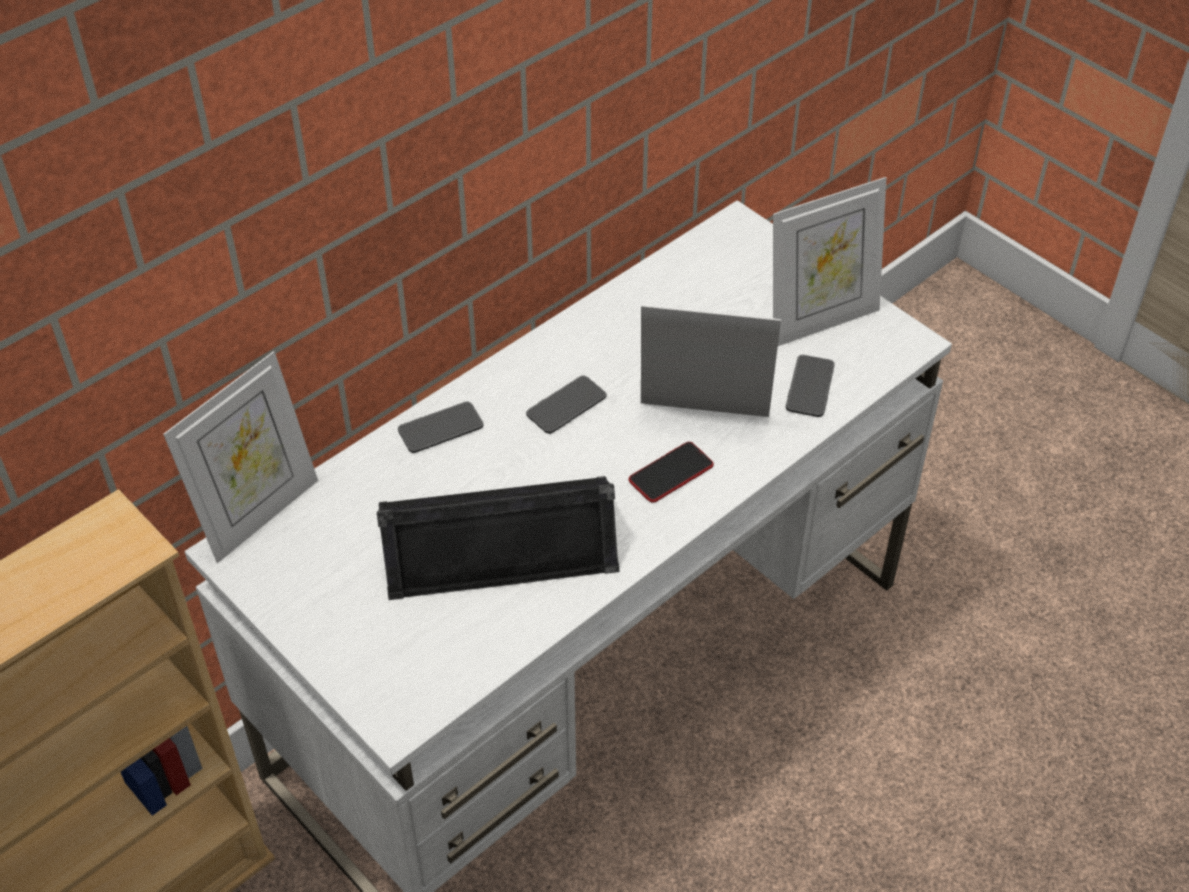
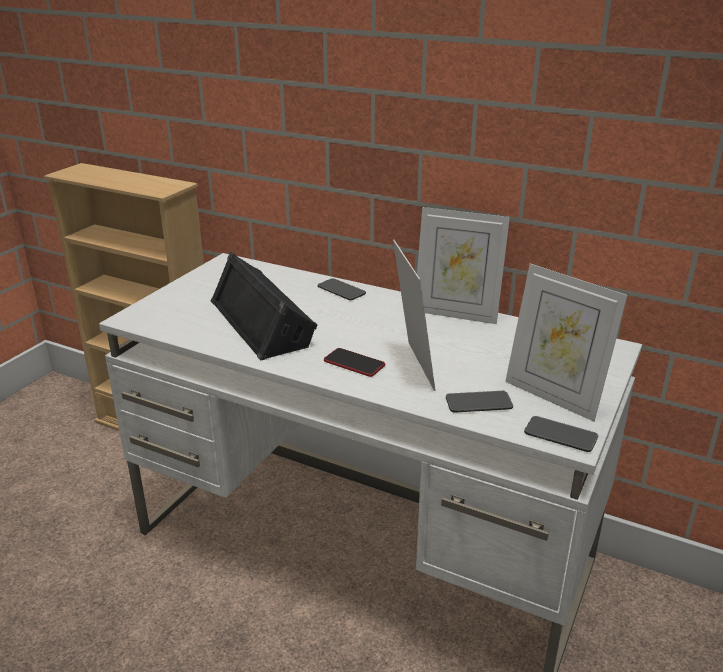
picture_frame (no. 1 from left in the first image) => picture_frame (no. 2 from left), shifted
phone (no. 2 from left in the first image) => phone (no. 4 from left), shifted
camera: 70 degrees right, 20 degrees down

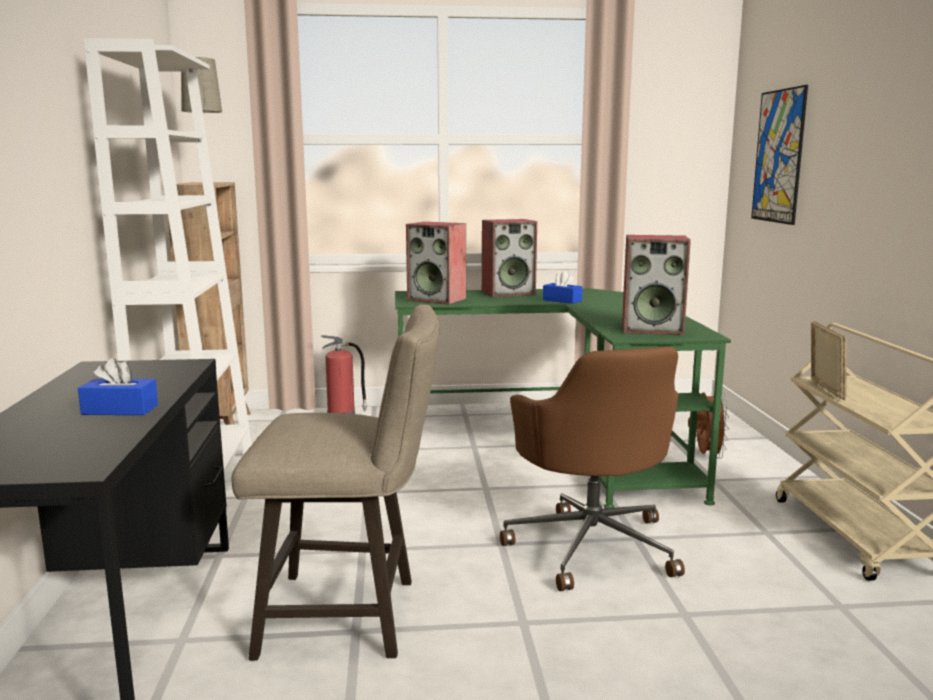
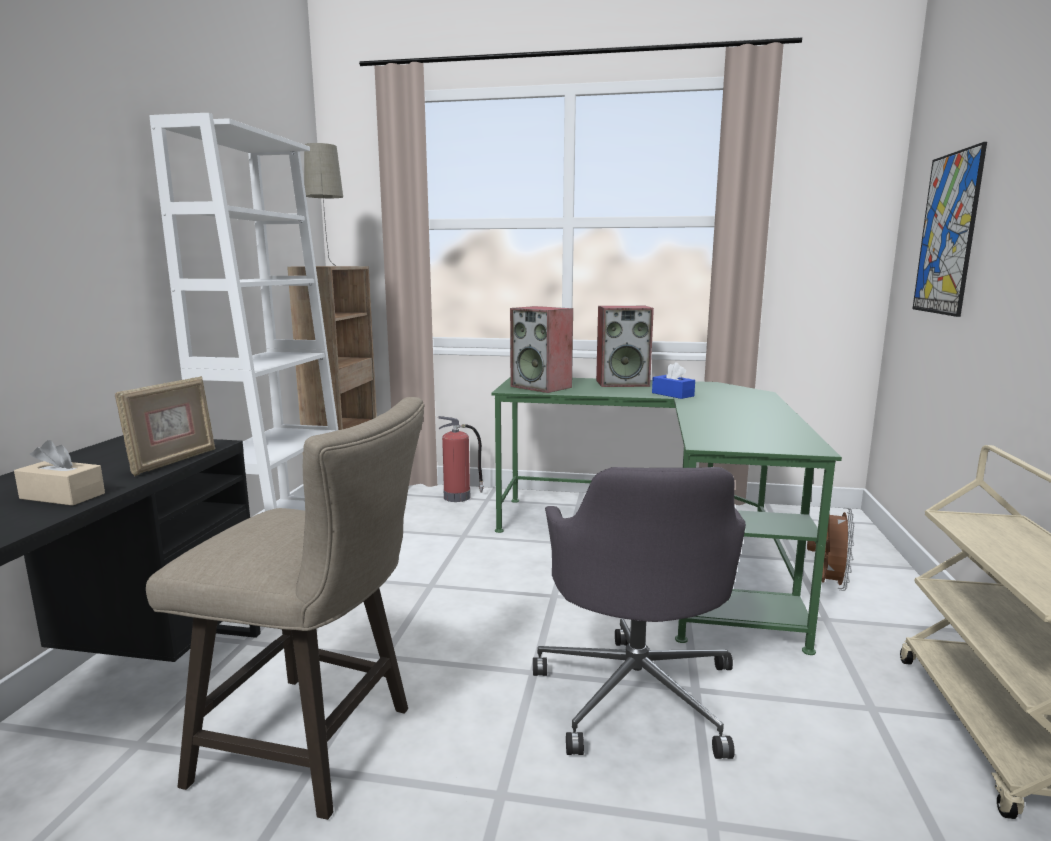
speaker (no. 3 from left) => nothing
picture_frame, shifted
brown_office_chair => grey_office_chair
blue_tissue_box (no. 1 from left) => beige_tissue_box
camera: 15 degrees right, 0 degrees up

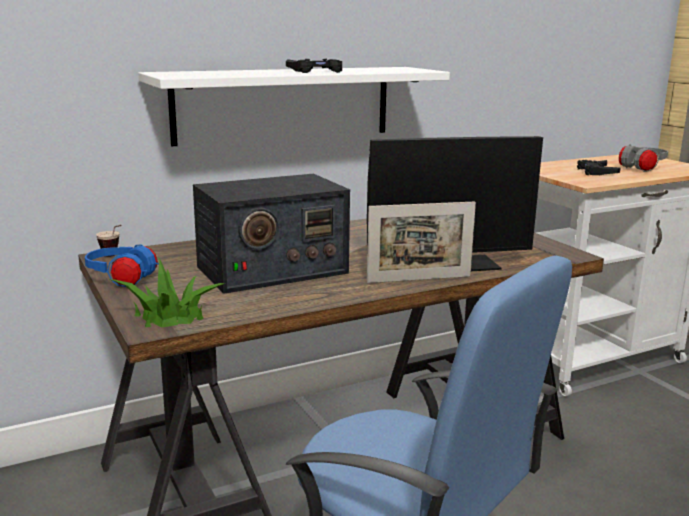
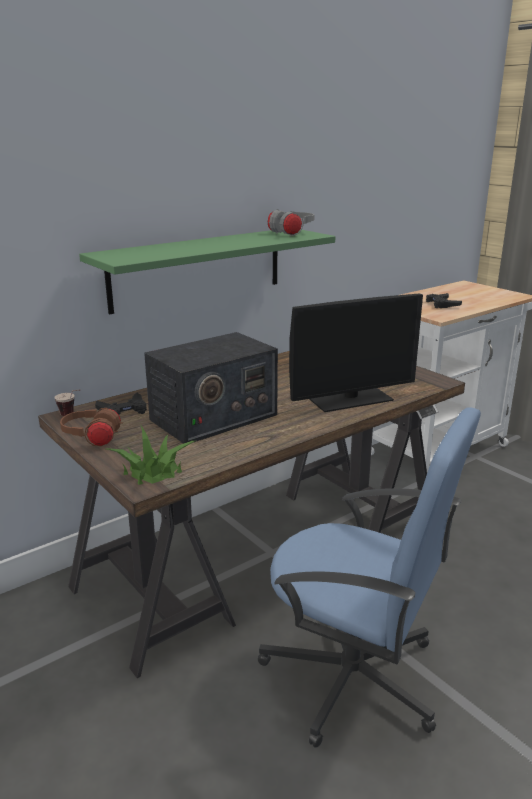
black_game_controller (no. 1 from left), shifted
white_shelf => green_shelf
grey_headphones, shifted
picture_frame => nothing
blue_headphones => brown_headphones
camera: 10 degrees left, 5 degrees up

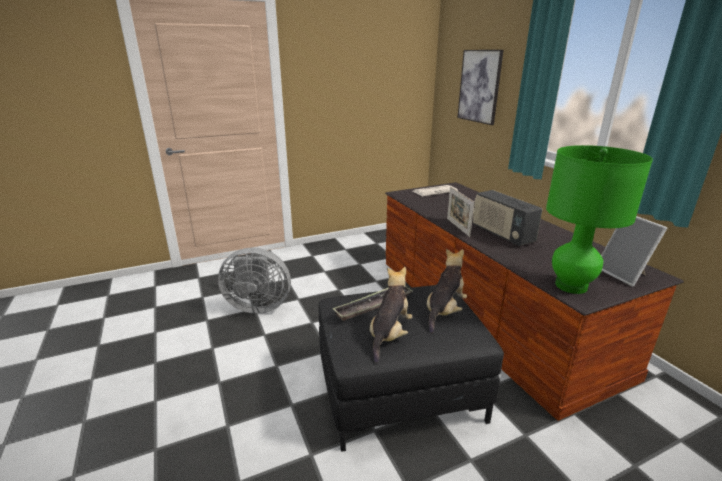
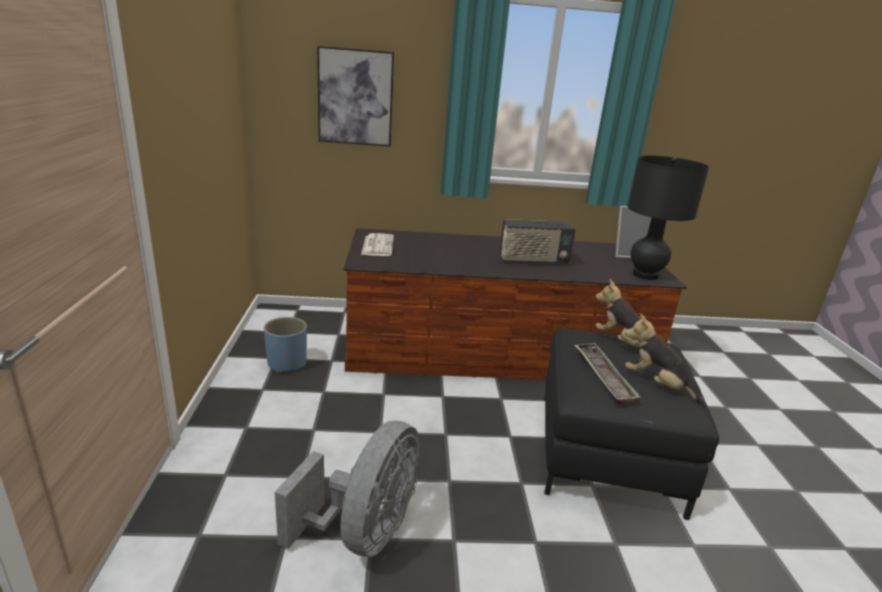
green_table_lamp => black_table_lamp
picture_frame (no. 1 from left) => nothing
nothing => blue_planter
camera: 70 degrees left, 0 degrees up

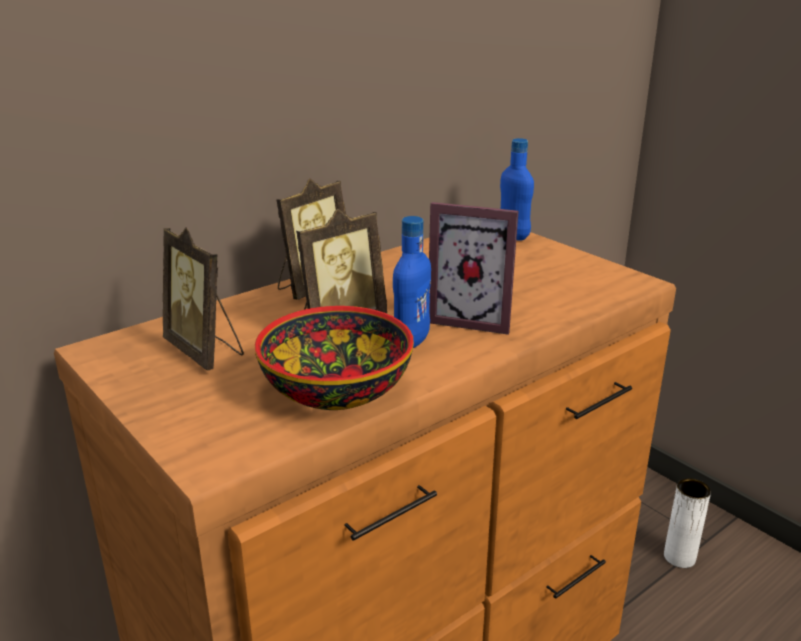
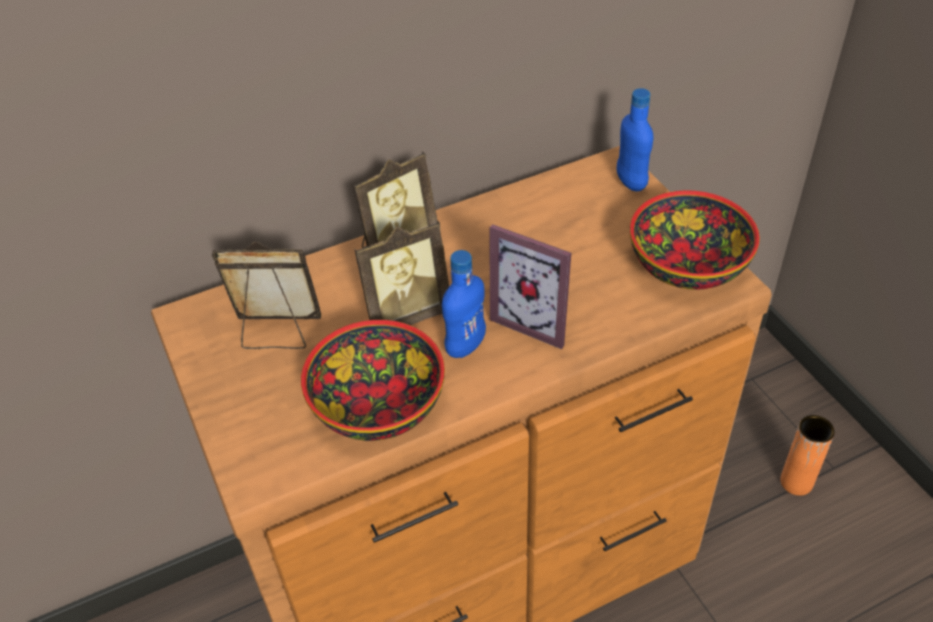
picture_frame (no. 1 from left), 120 degrees clockwise
white_vase => orange_vase
nothing => bowl (no. 2 from left)
camera: 15 degrees right, 20 degrees up

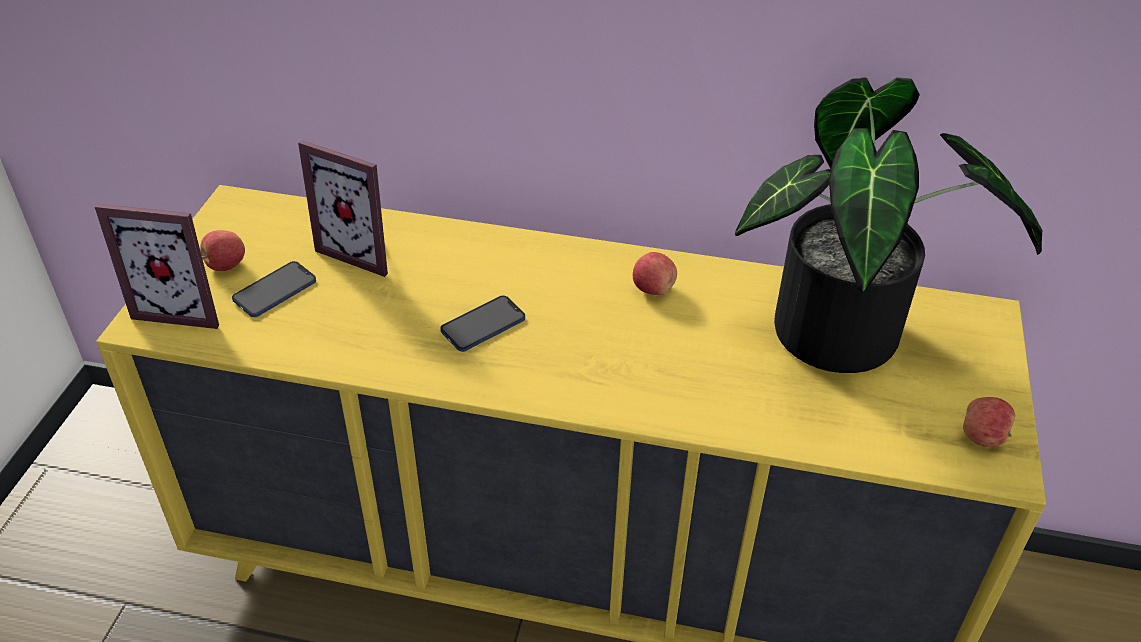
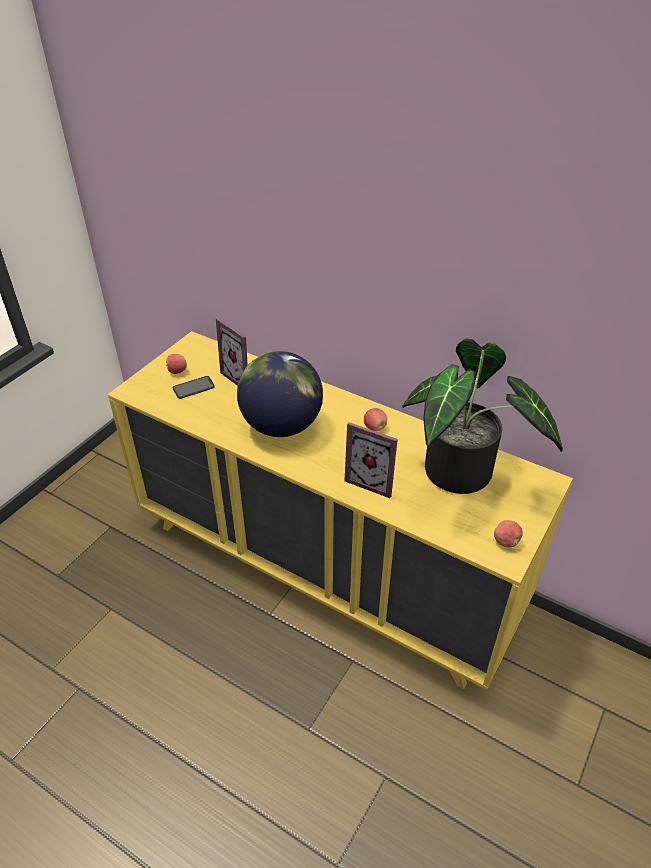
picture_frame (no. 1 from left in the first image) => picture_frame (no. 2 from left), shifted
phone (no. 2 from left) => globe
camera: 20 degrees right, 0 degrees up

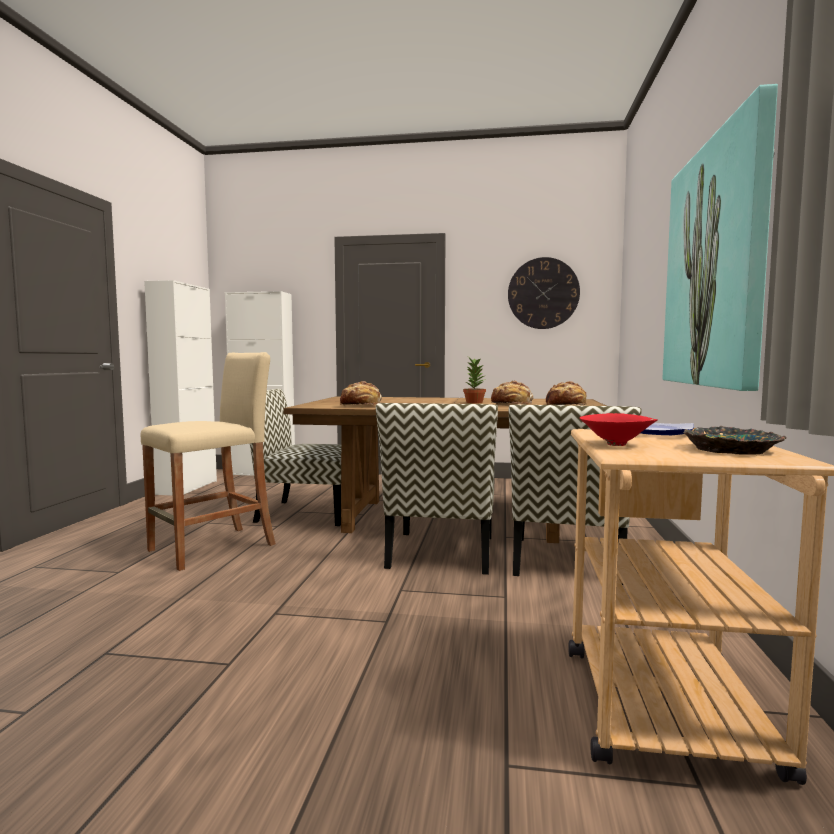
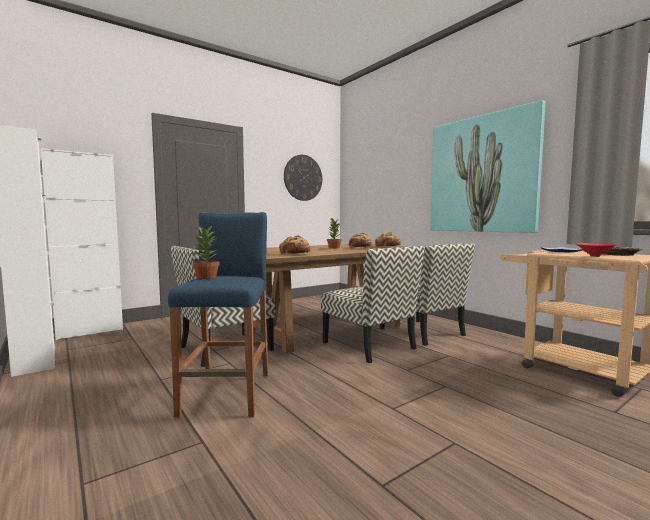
beige_stool => blue_stool
nothing => potted_plant (no. 1 from left)
camera: 45 degrees left, 0 degrees up

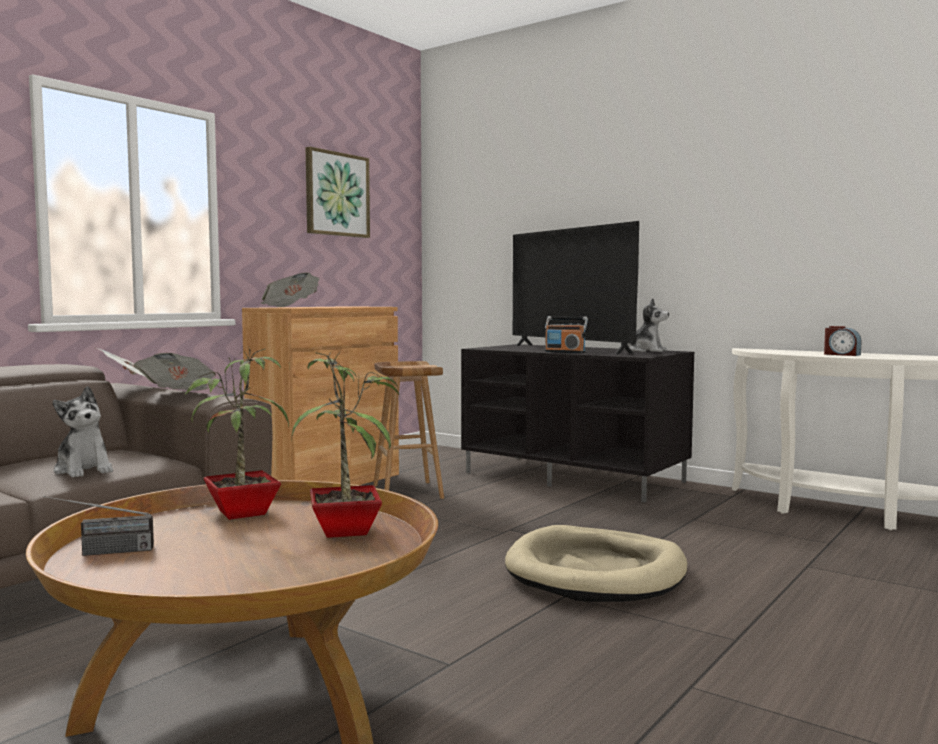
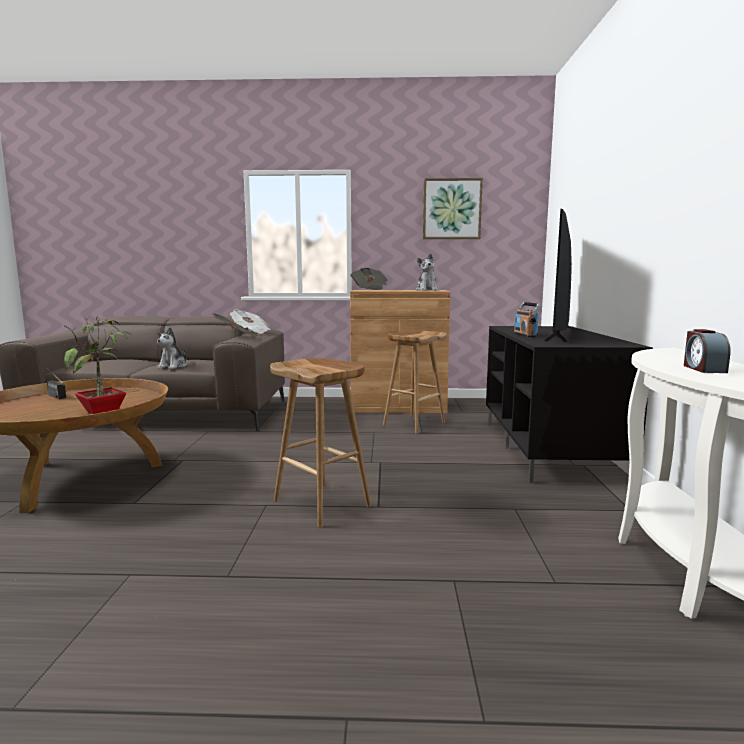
plush_toy (no. 2 from left), shifted
potted_plant (no. 1 from left) => nothing
beige_dog_bed => brown_stool (no. 1 from left)
camera: 55 degrees right, 5 degrees up

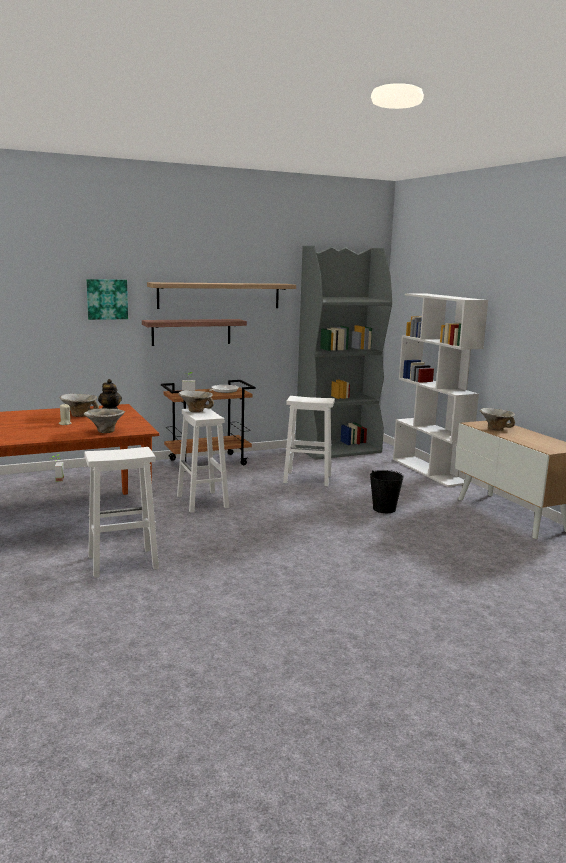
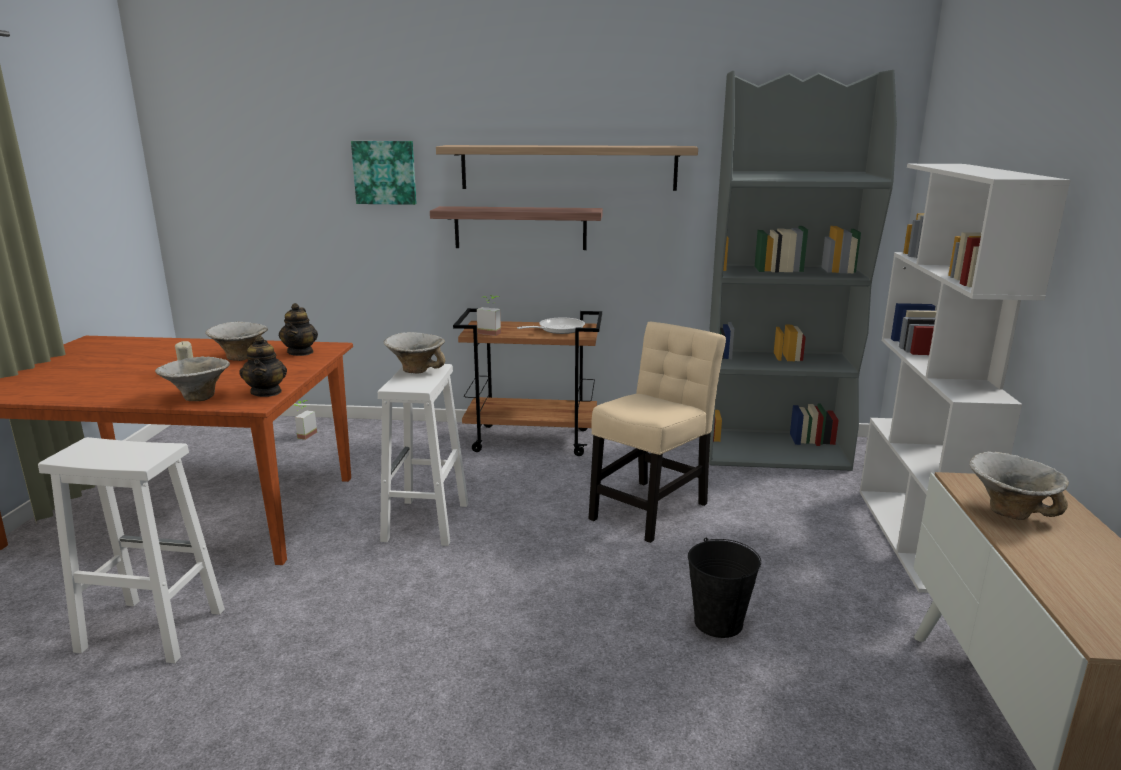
white_stool (no. 3 from left) => beige_chair
nothing => teapot (no. 1 from left)
camera: 30 degrees right, 5 degrees up

